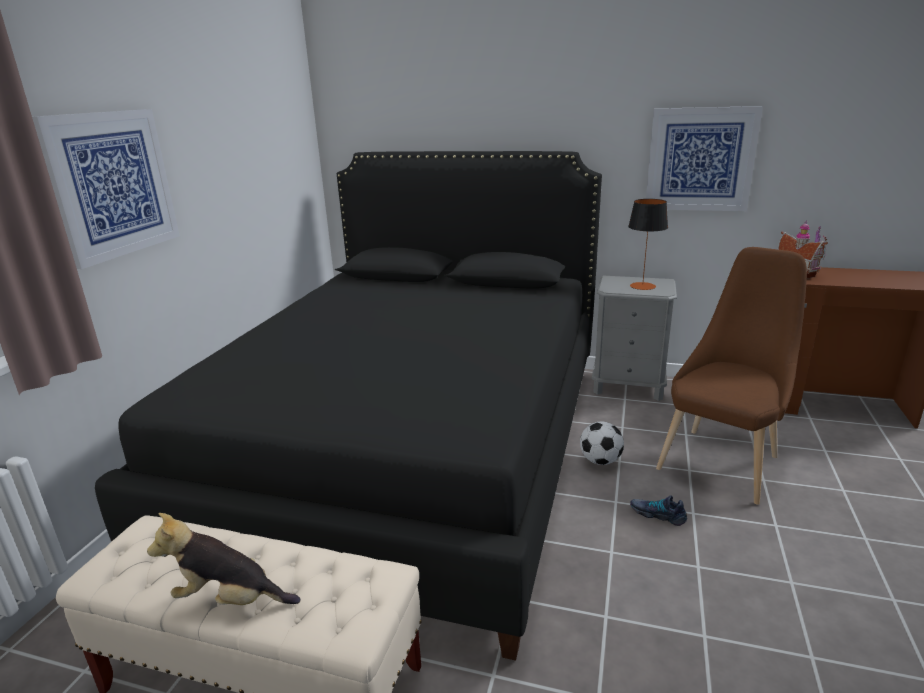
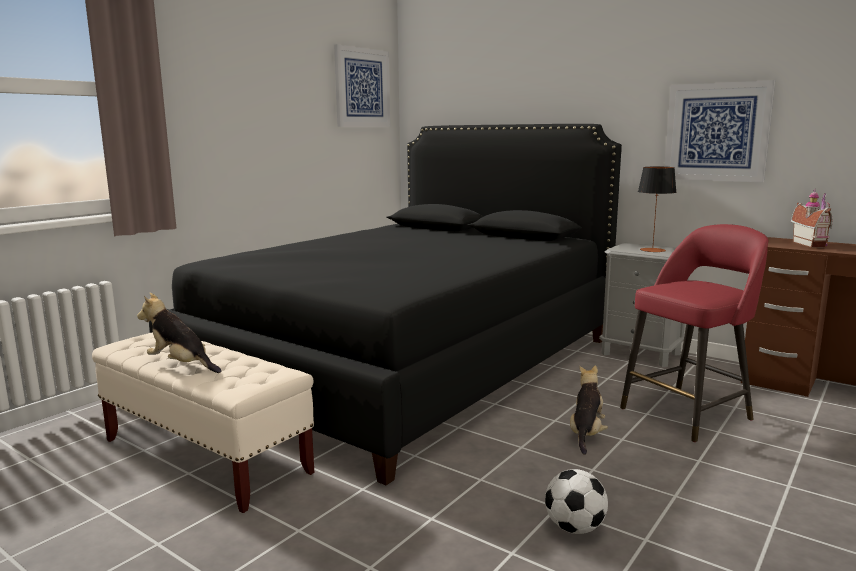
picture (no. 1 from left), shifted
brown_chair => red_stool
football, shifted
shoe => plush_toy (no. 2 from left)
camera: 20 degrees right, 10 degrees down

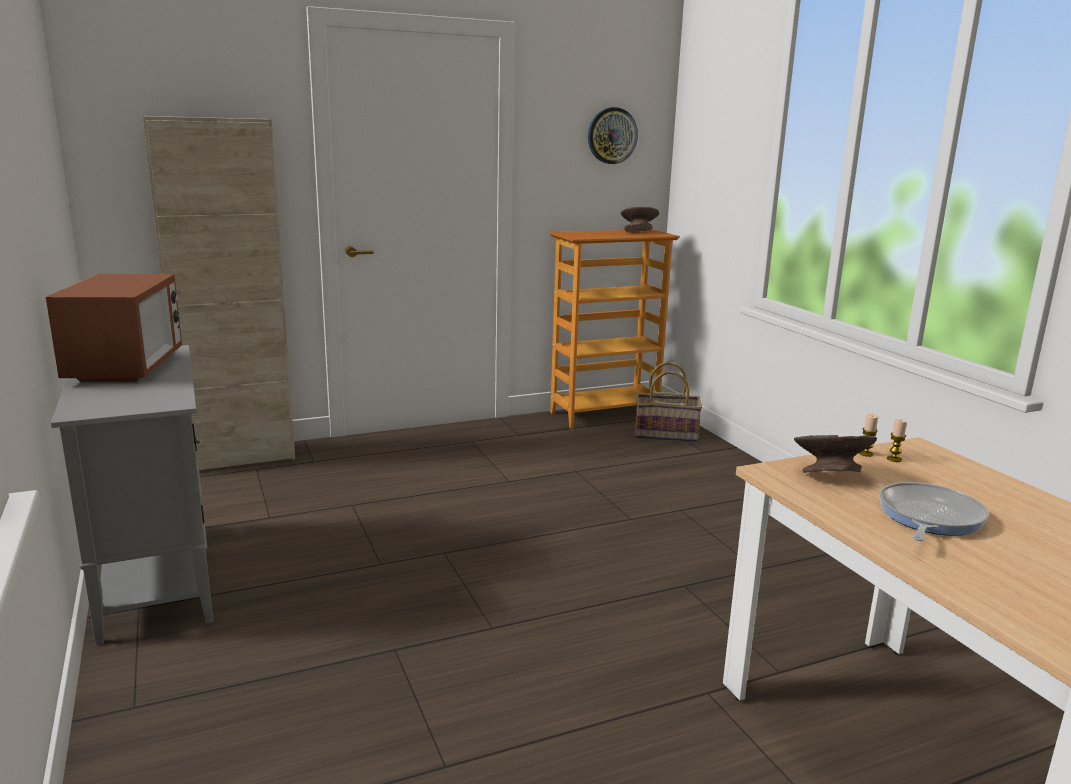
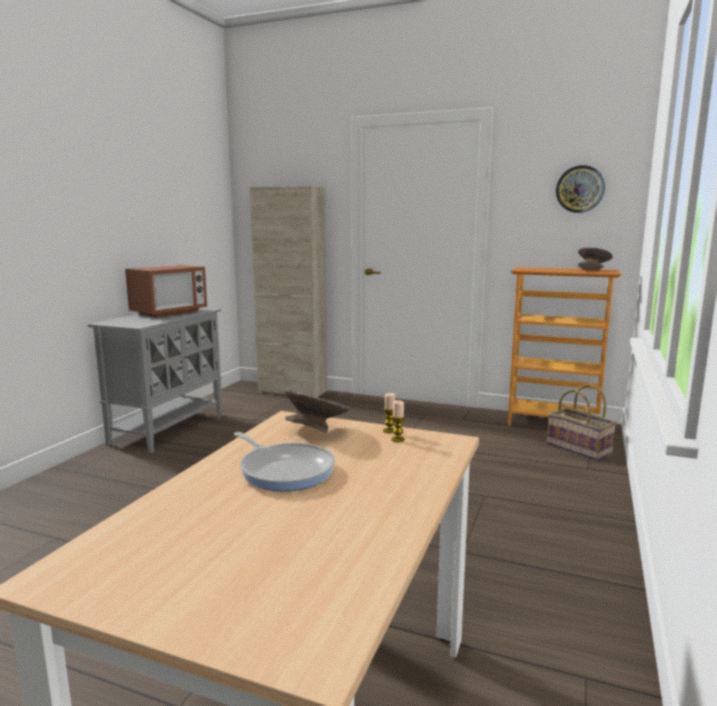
frying_pan, 60 degrees clockwise
camera: 45 degrees right, 5 degrees down

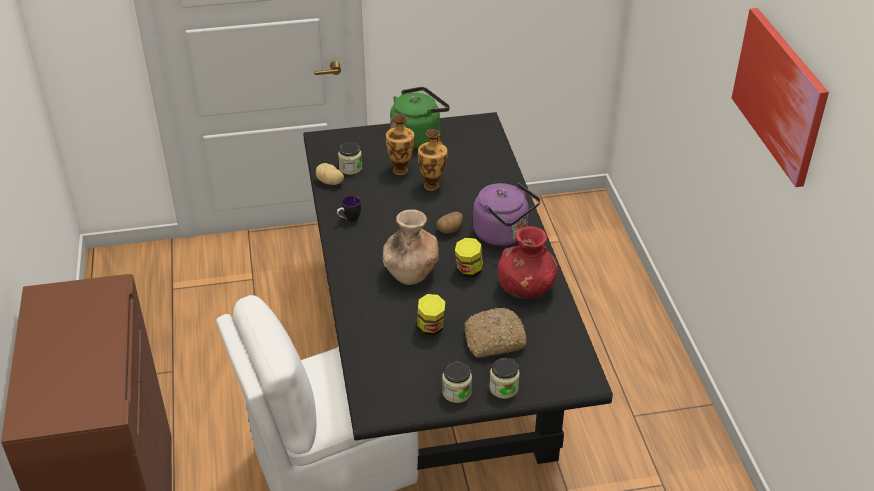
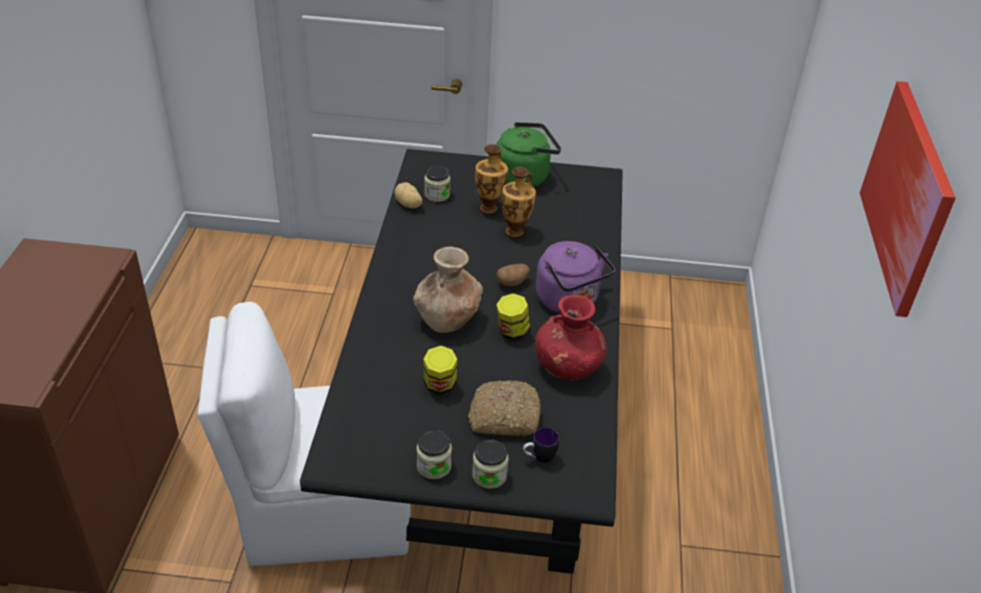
mug, shifted
camera: 15 degrees right, 0 degrees up

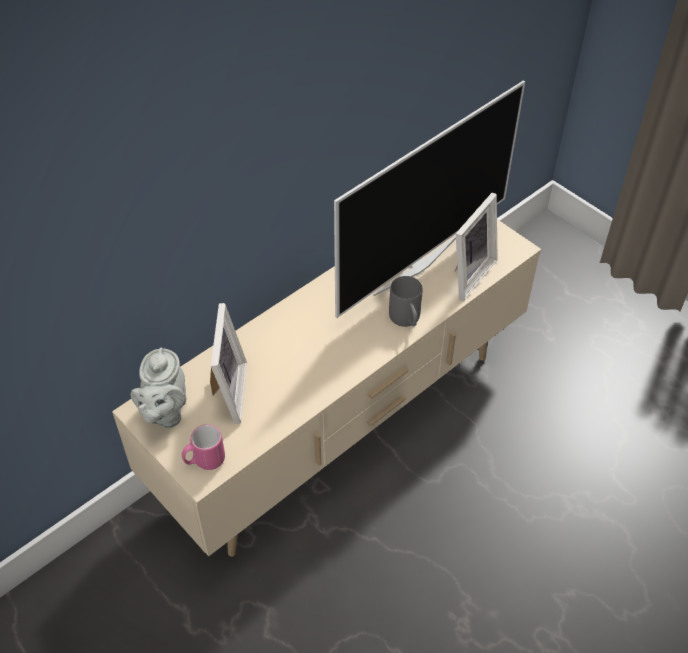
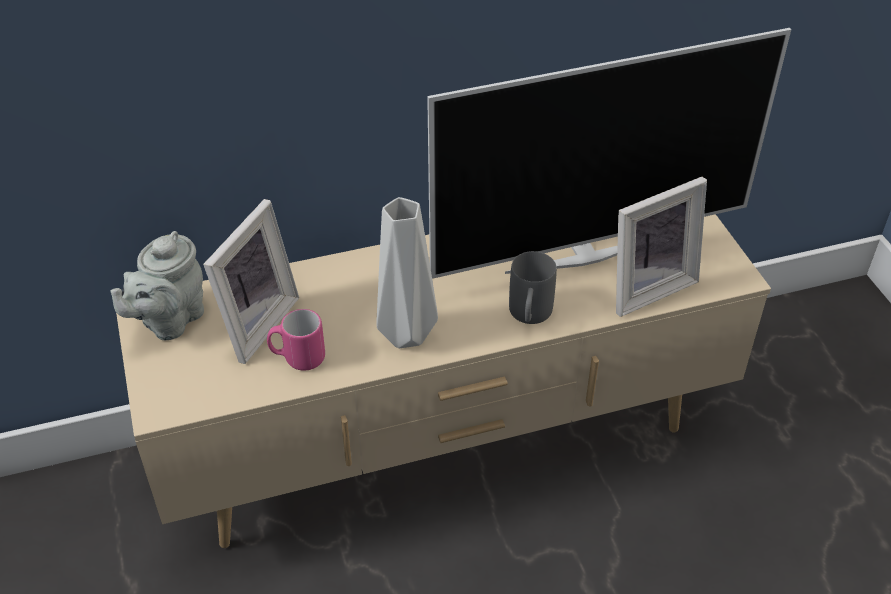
pink_mug, shifted
nothing => grey_vase
camera: 25 degrees right, 5 degrees down

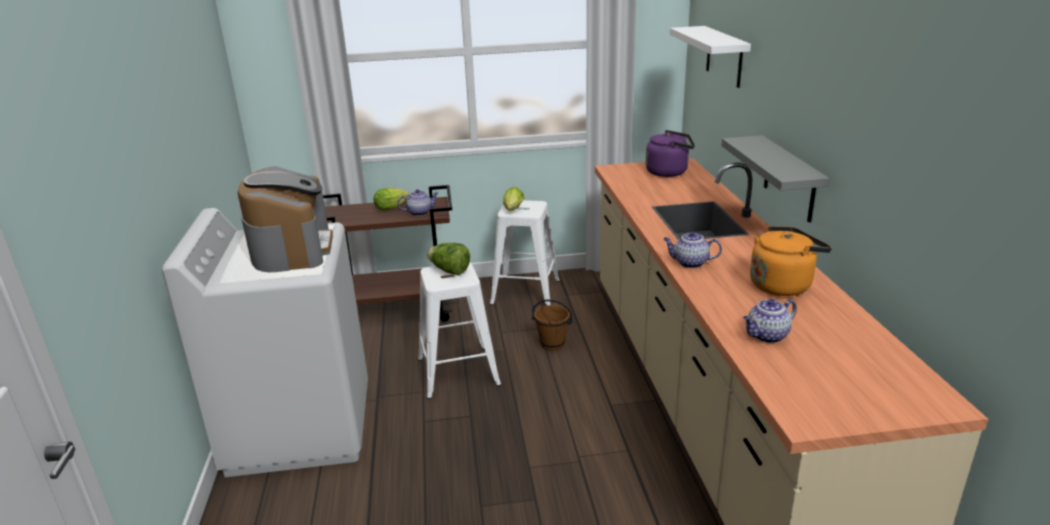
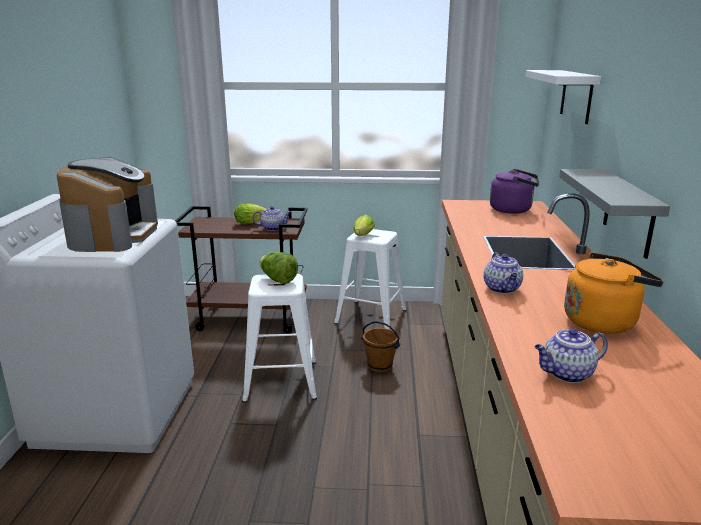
teapot (no. 2 from left), 120 degrees counterclockwise
camera: 10 degrees right, 5 degrees down

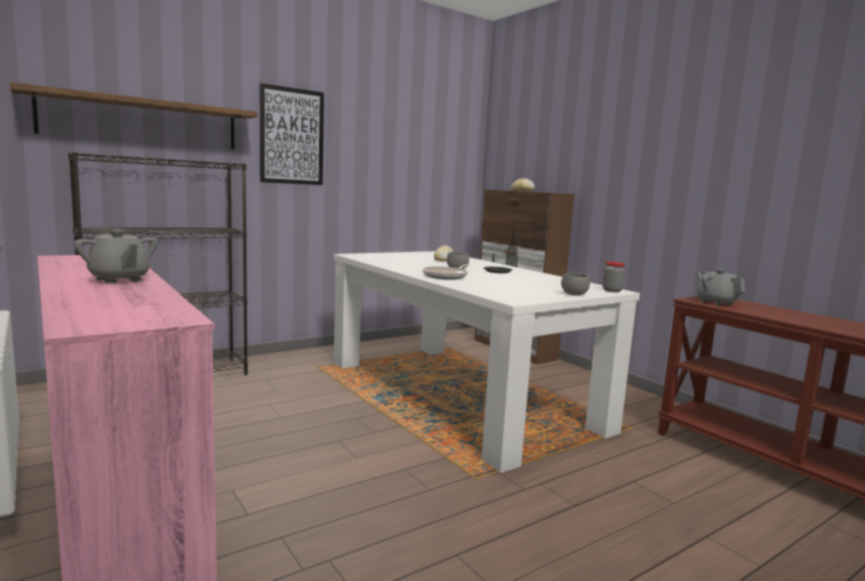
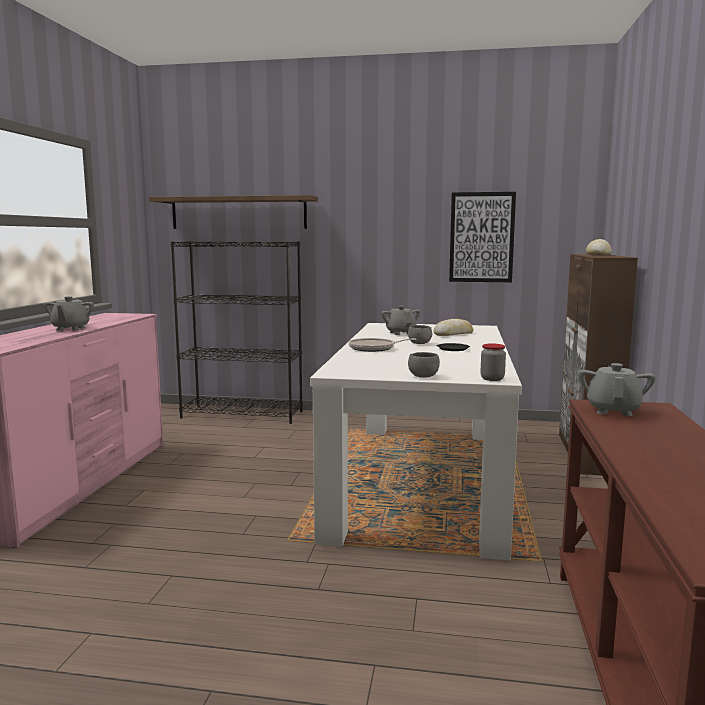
picture, shifted
nothing => grey_teapot (no. 2 from left)
camera: 45 degrees right, 0 degrees up

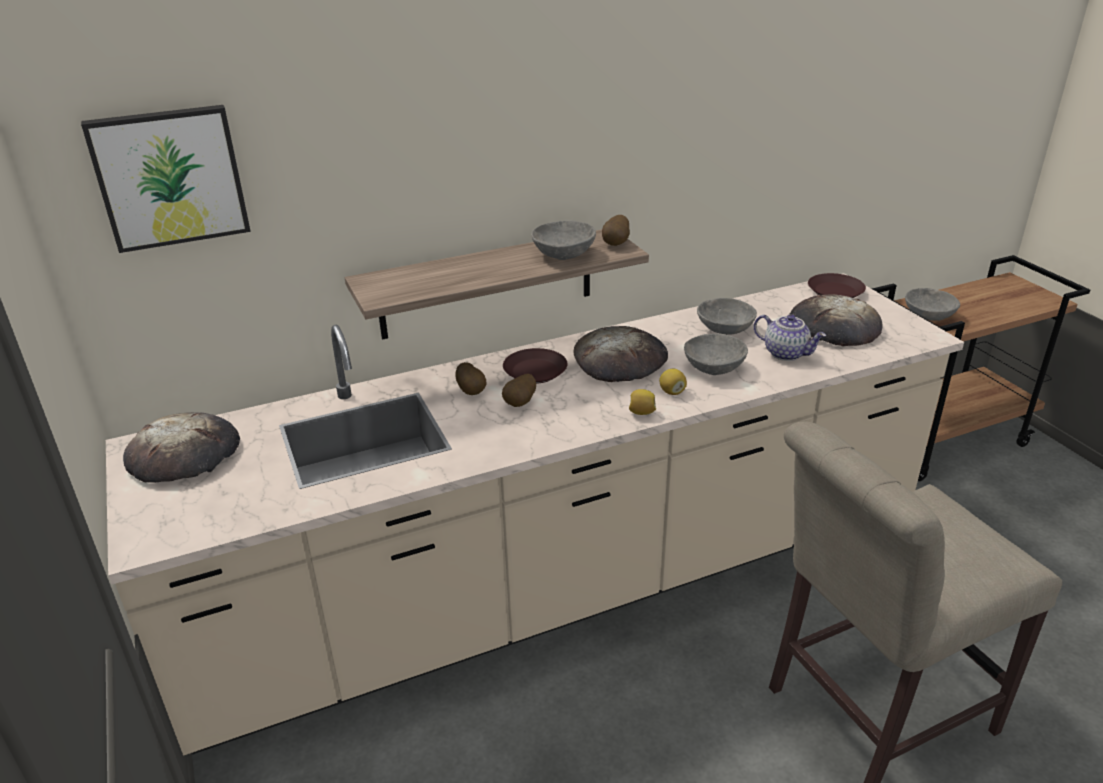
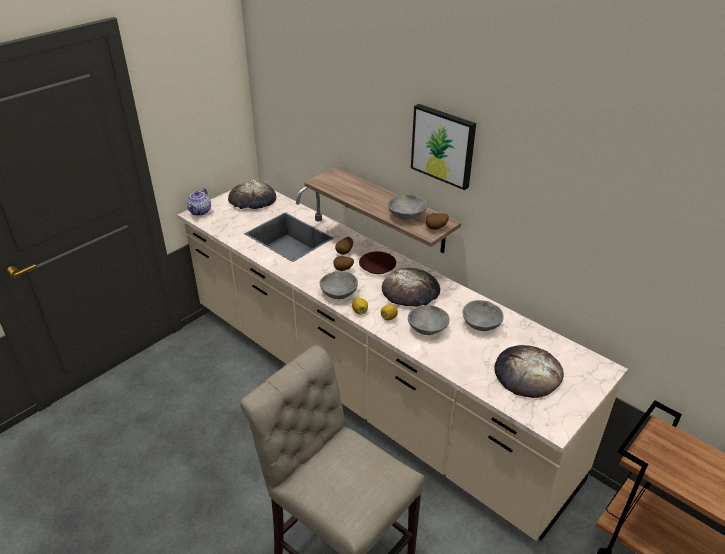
picture, shifted
brown_plate (no. 2 from left) => nothing
grey_bowl (no. 4 from left in the first image) => grey_bowl (no. 1 from left), shifted
teapot, shifted
camera: 65 degrees right, 5 degrees up

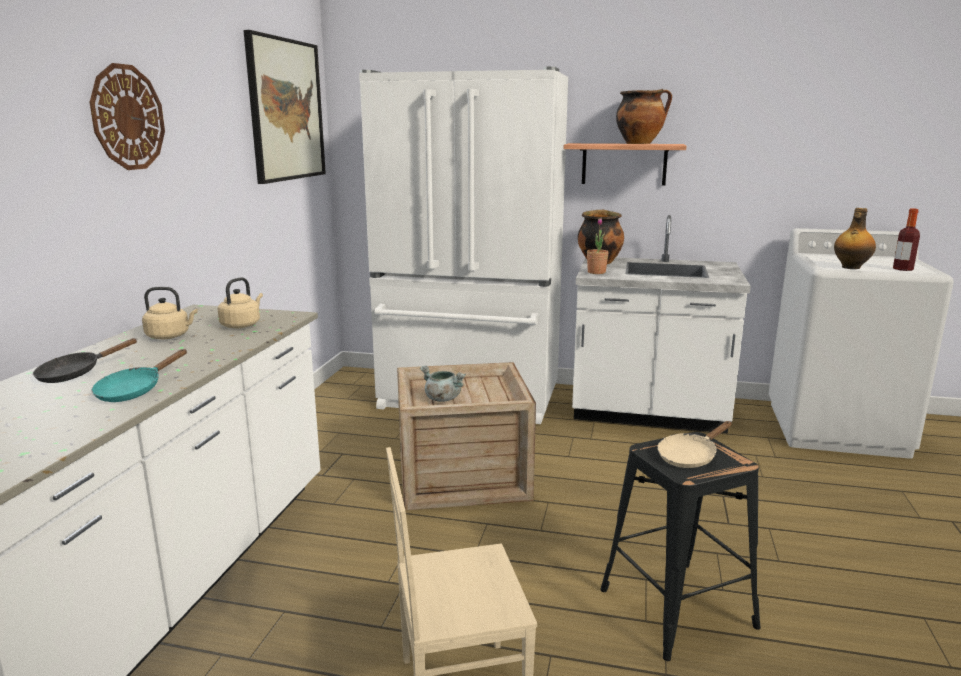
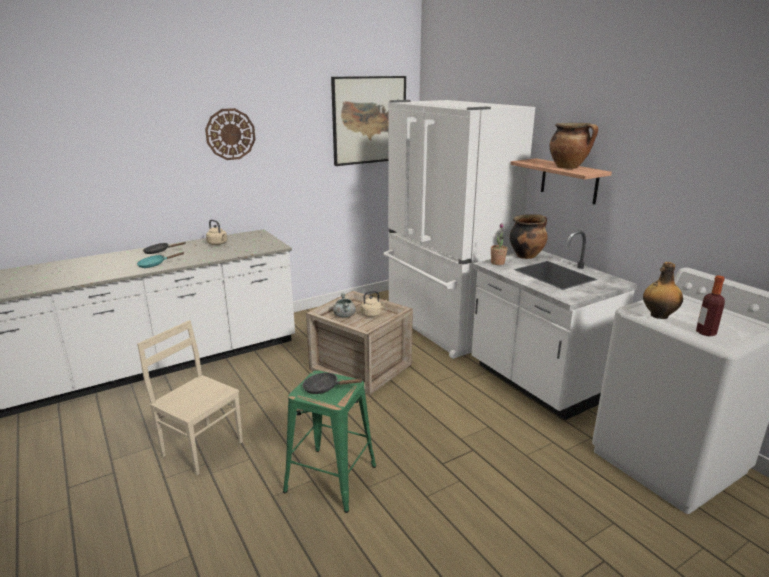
beige_kettle (no. 2 from left), shifted
beige_frying_pan => black_frying_pan (no. 2 from left)
black_stool => green_stool
camera: 45 degrees right, 5 degrees up

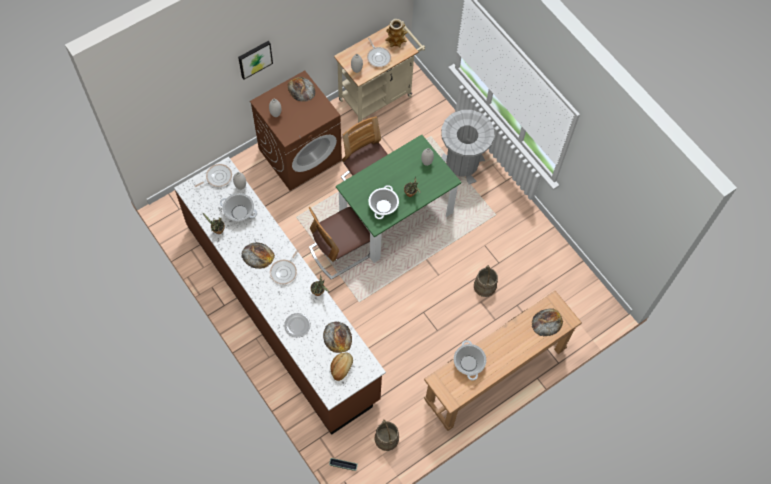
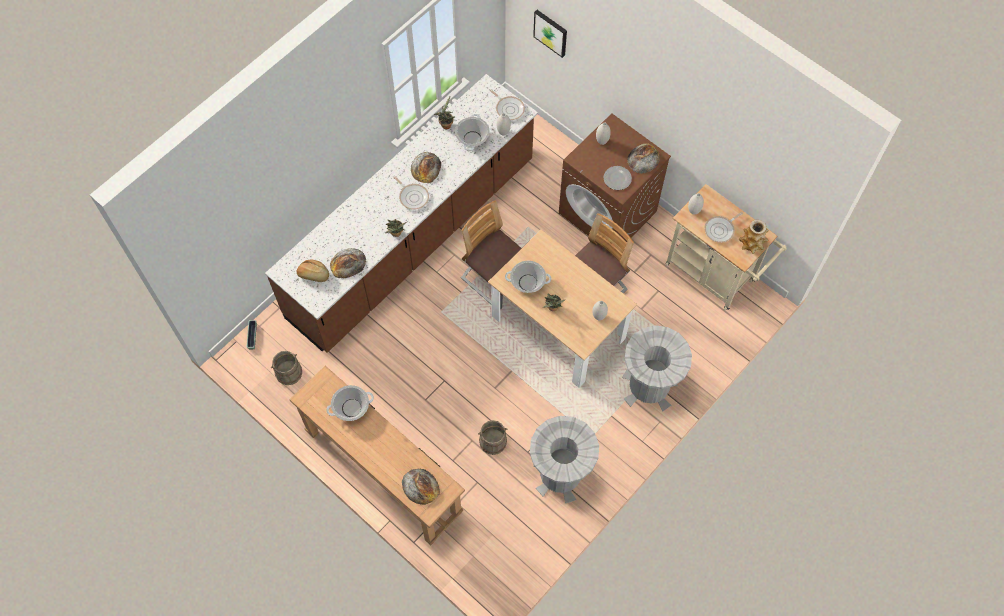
picture, shifted
green_dining_table => beige_dining_table
frying_pan (no. 2 from left in the first image) => frying_pan (no. 1 from left), 150 degrees counterclockwise
plate, shifted
nothing => grey_trash_can (no. 1 from left)
camera: 80 degrees right, 0 degrees up

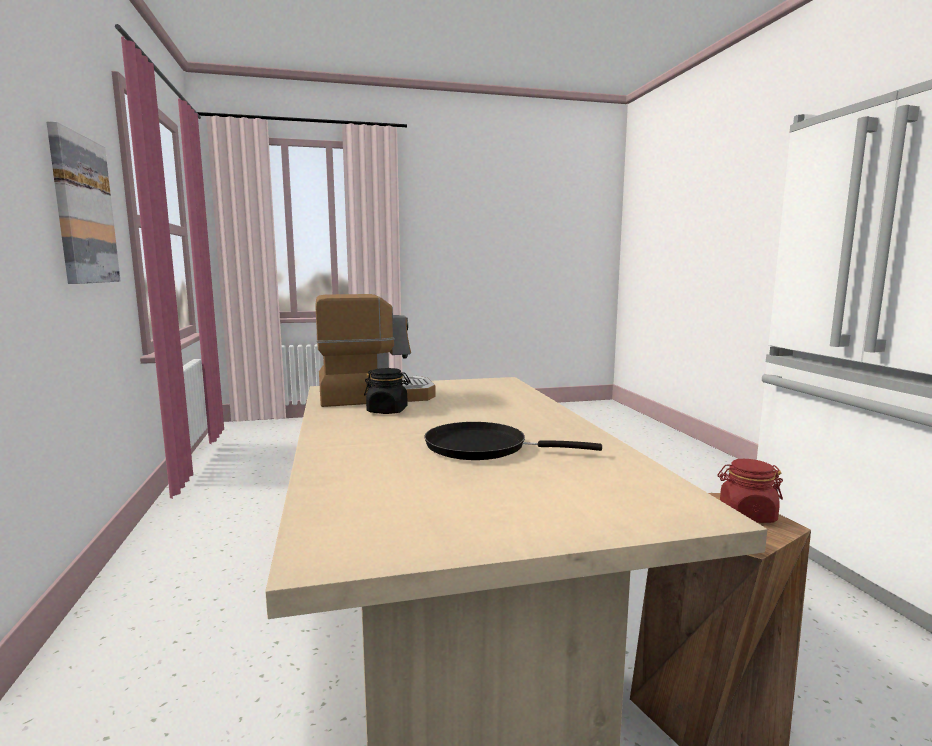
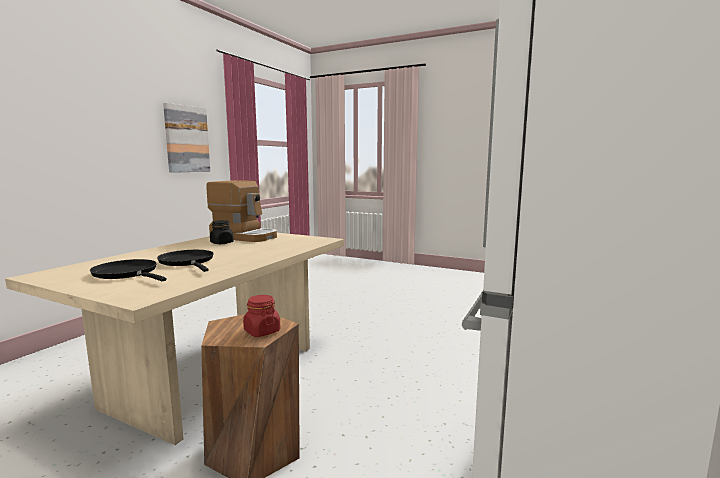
nothing => black_frying_pan (no. 1 from left)
camera: 40 degrees right, 0 degrees up

